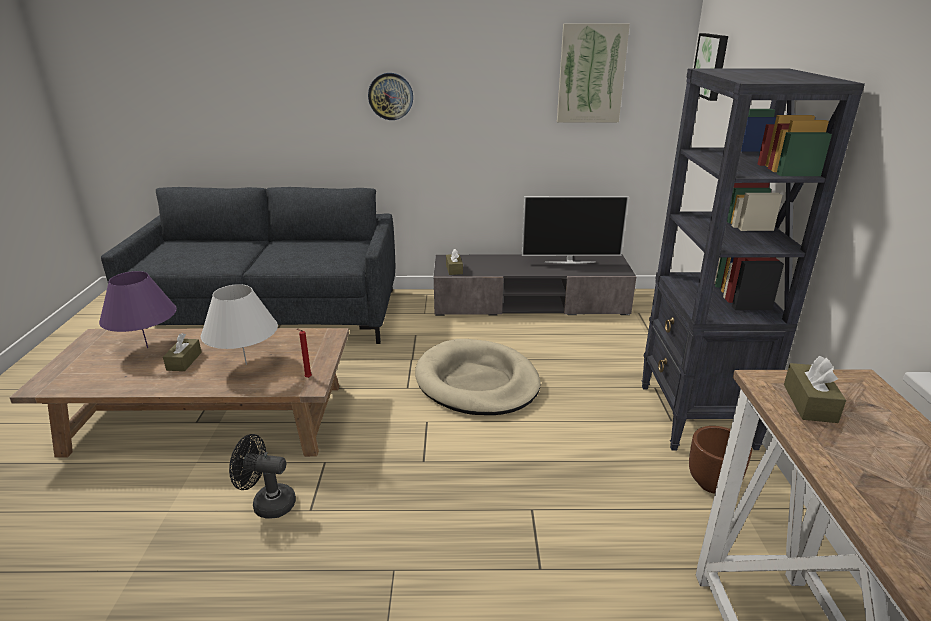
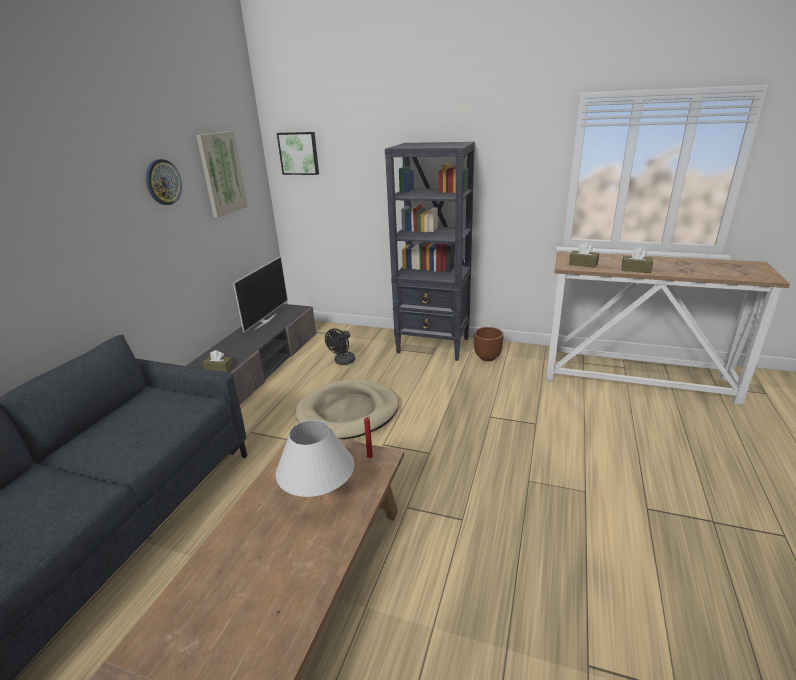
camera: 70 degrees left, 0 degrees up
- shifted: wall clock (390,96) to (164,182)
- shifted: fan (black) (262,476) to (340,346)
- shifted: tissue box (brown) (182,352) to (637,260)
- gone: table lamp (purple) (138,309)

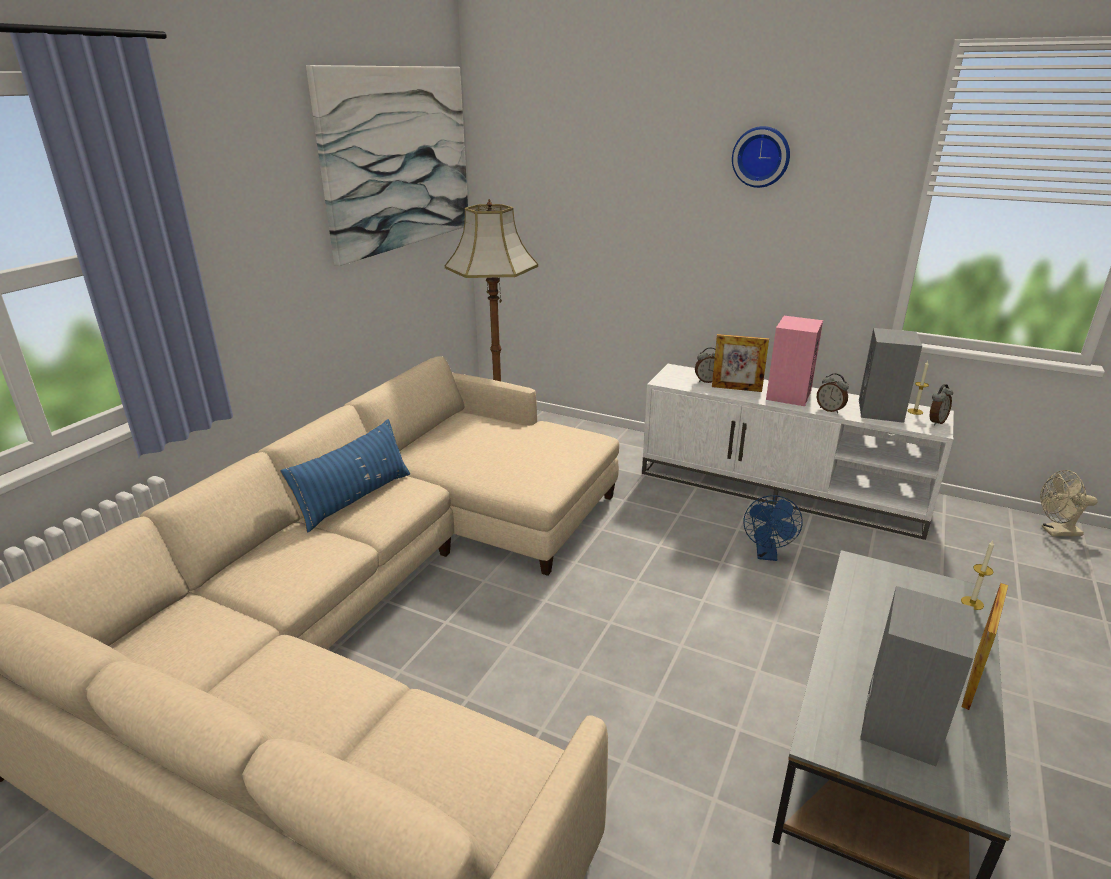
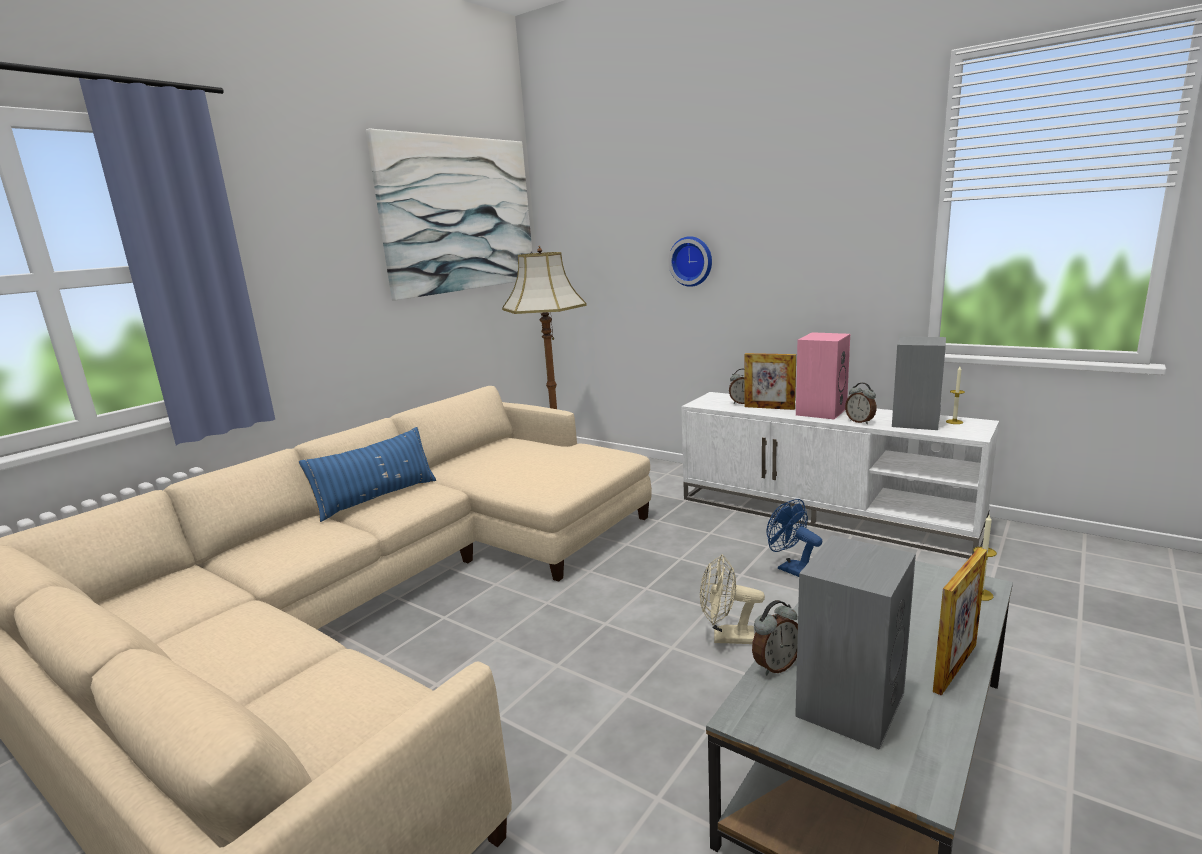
camera: 10 degrees right, 10 degrees down
- shifted: wall clock (761,157) to (690,261)
- shifted: fan (beige) (1068,503) to (732,599)
- shifted: alarm clock (941,405) to (775,637)
- rotated: fan (blue) (773,528) = (794,538) 120 degrees clockwise

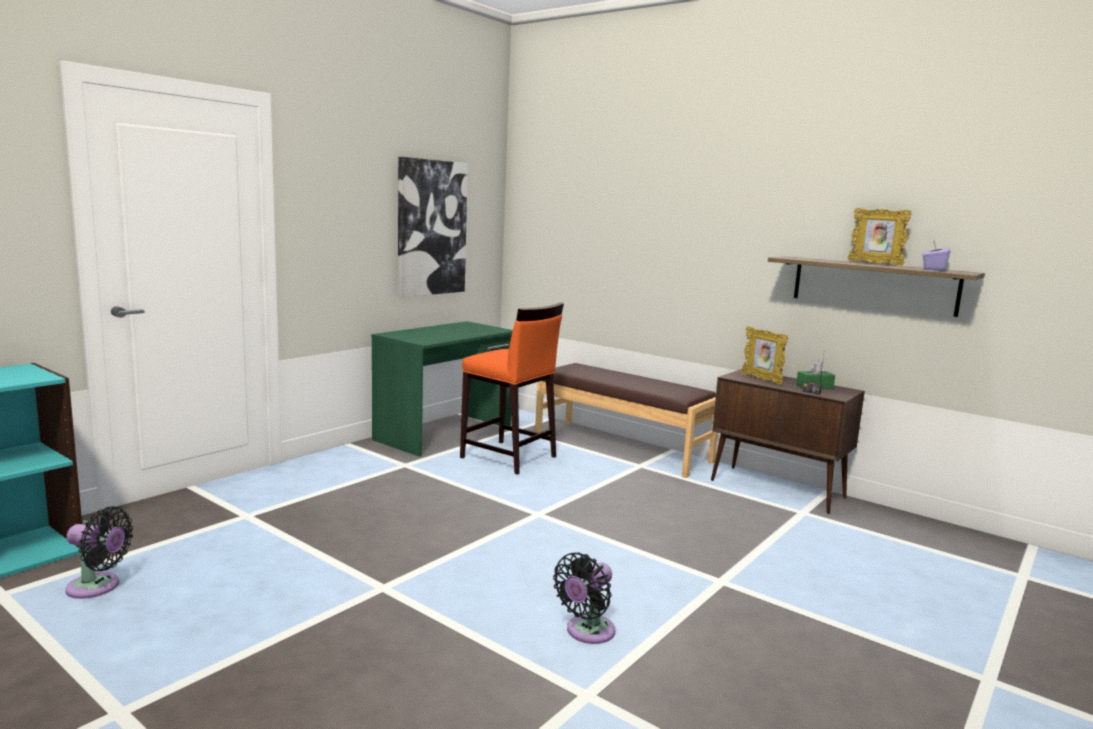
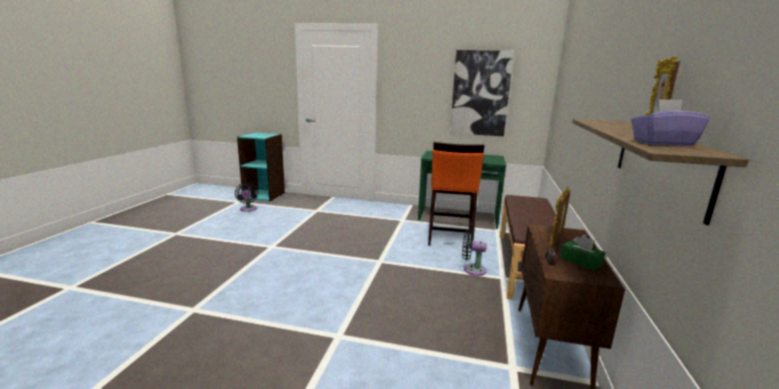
camera: 65 degrees right, 5 degrees up
- shifted: fan (black) (584,598) to (474,253)

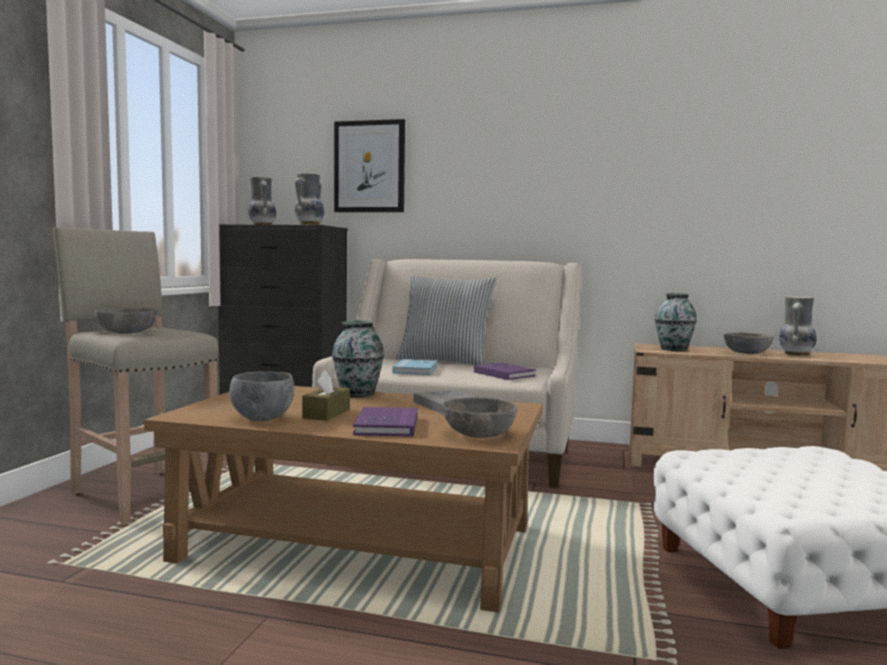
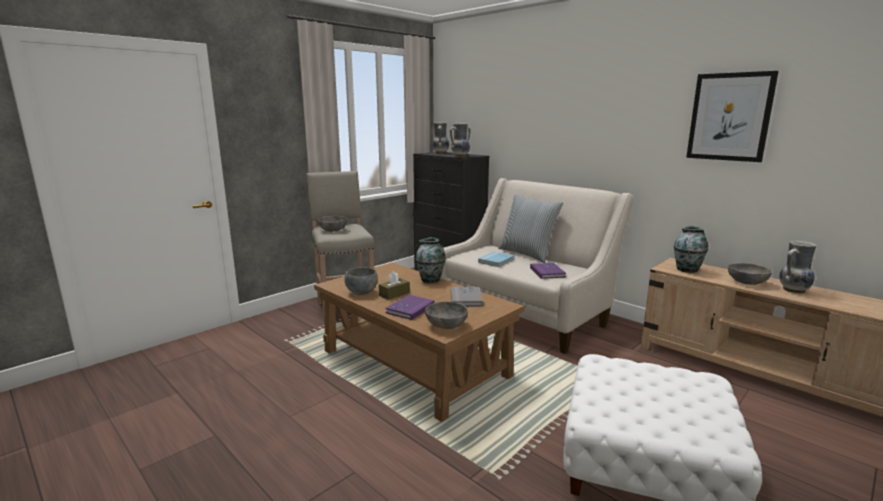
camera: 30 degrees right, 10 degrees up
- shifted: picture (369,165) to (732,116)

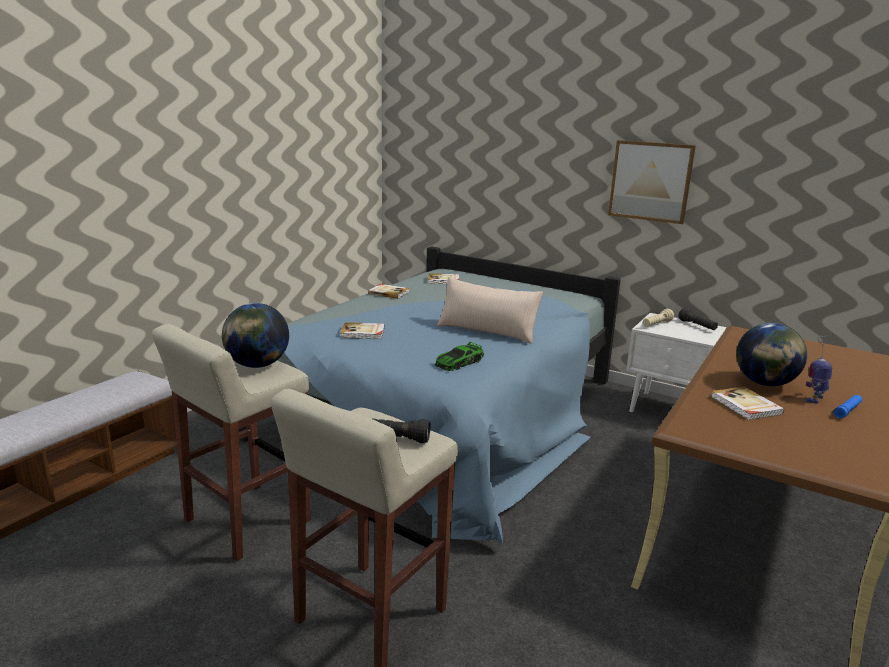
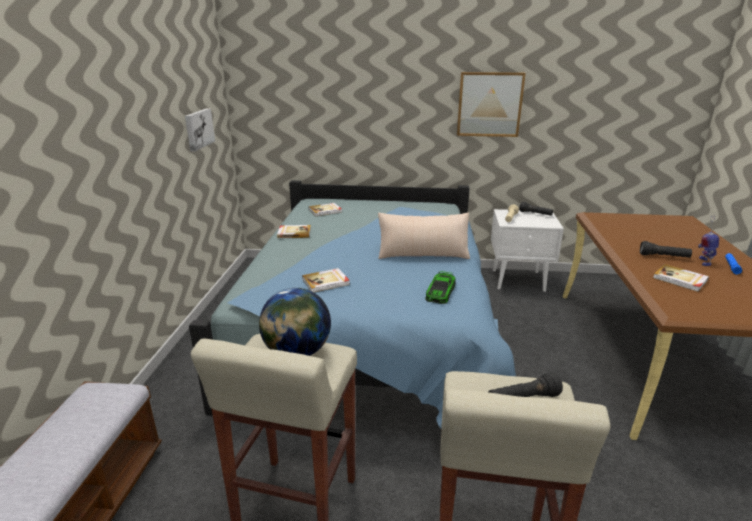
camera: 25 degrees left, 5 degrees up
- new: picture (200,130)
- swapped: globe (771,354) to flashlight (black) (666,249)

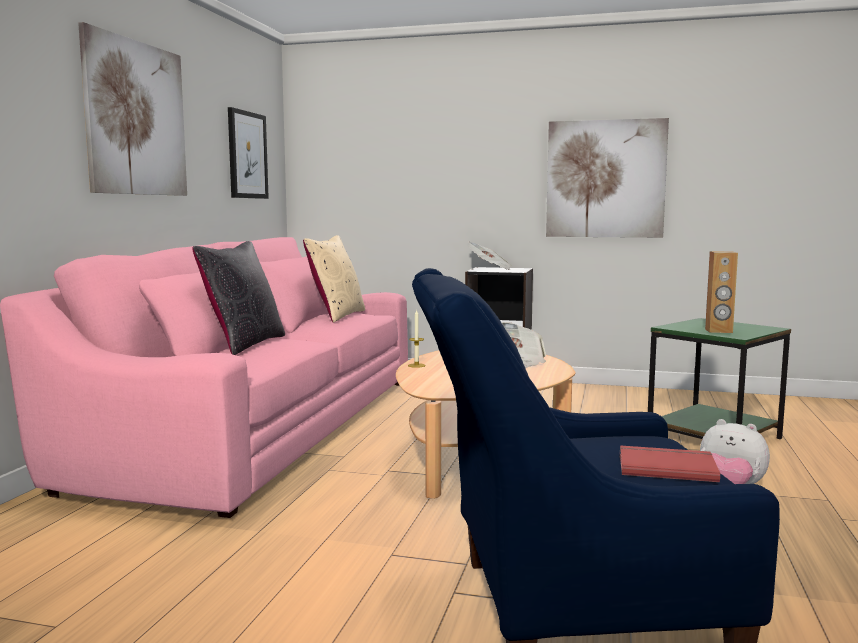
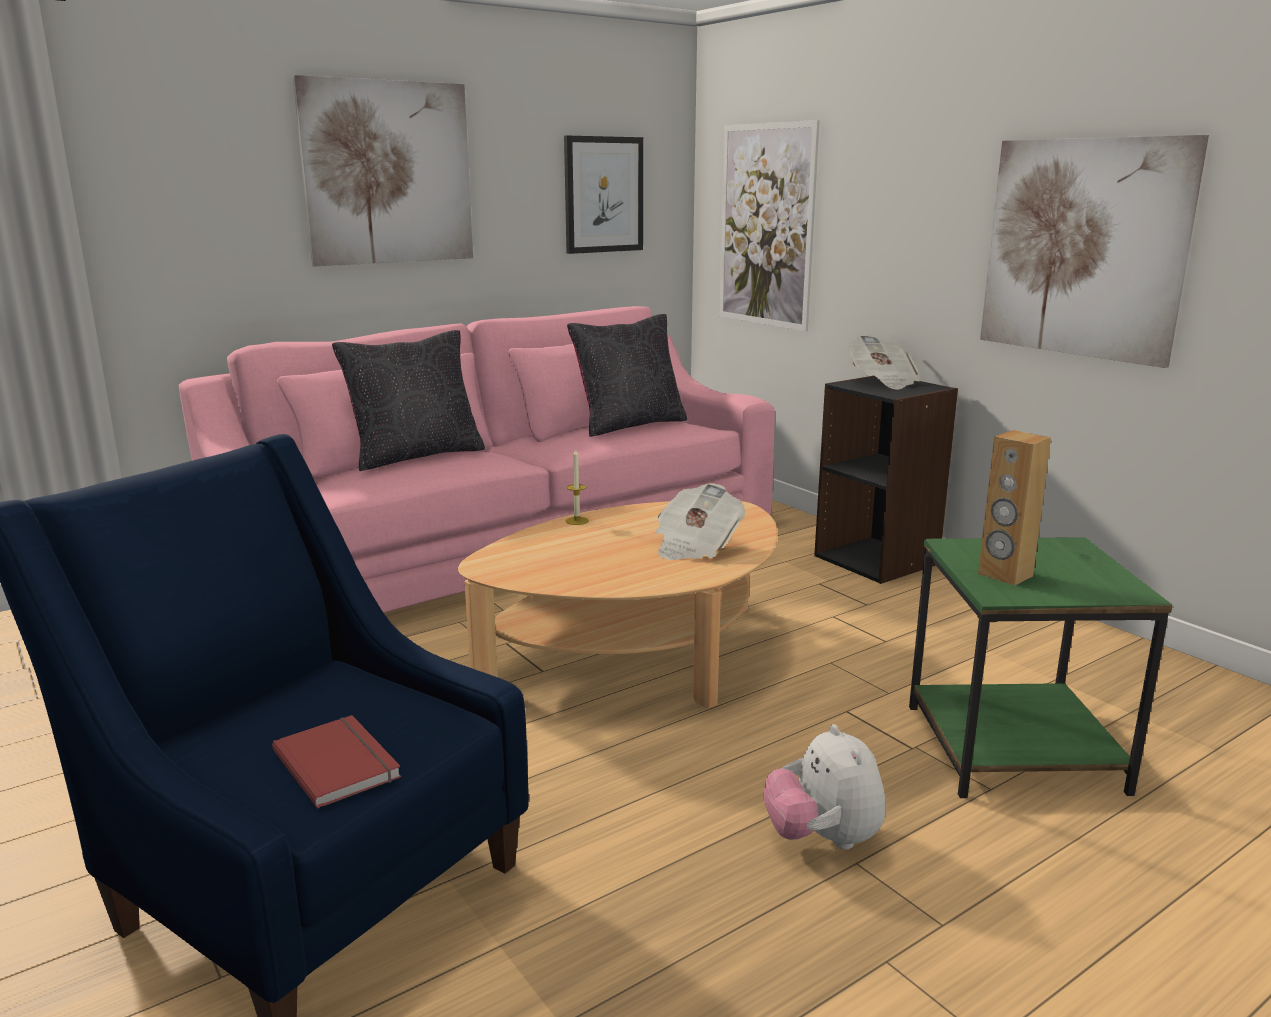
camera: 40 degrees right, 10 degrees up
- repainted: pillow (beige) (334,279) to pillow (black) (627,375)
- new: picture (769,225)

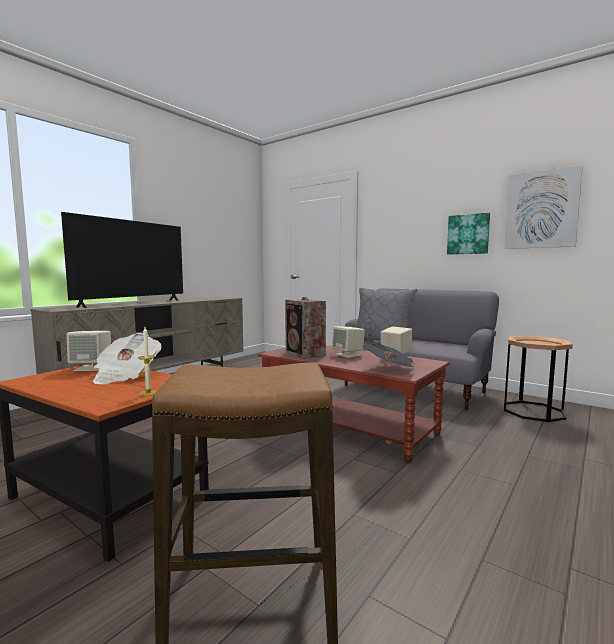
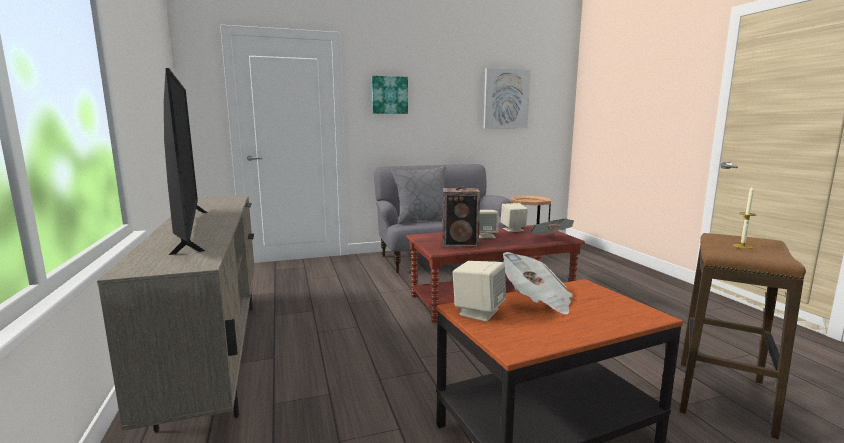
camera: 55 degrees left, 5 degrees up
- shifted: picture (468,234) to (390,95)
- shifted: candle (147,361) to (744,218)

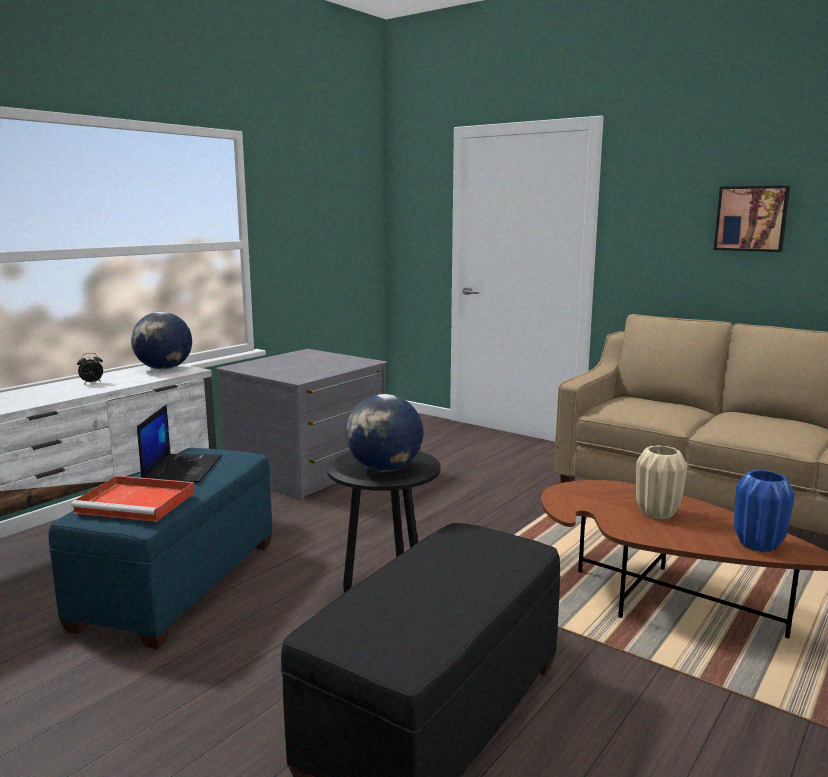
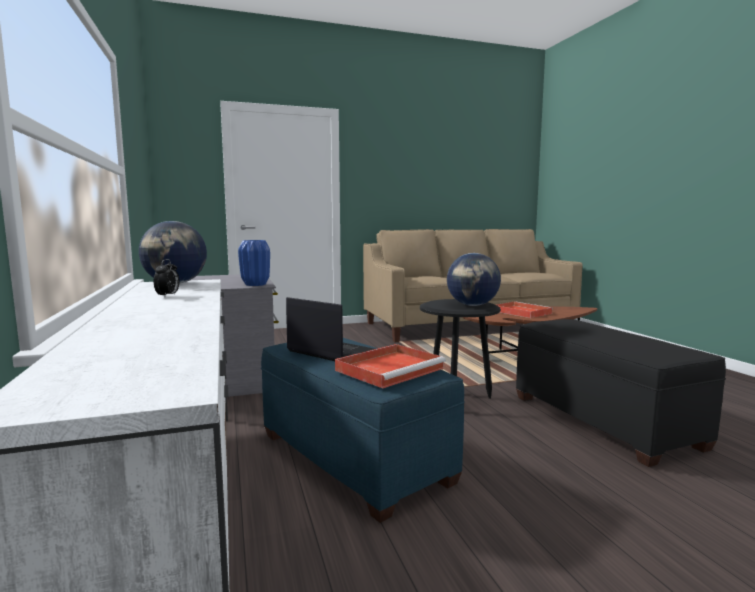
camera: 55 degrees left, 5 degrees down
- shifted: vase (blue) (764,511) to (254,263)
- swapped: vase (beige) (661,482) to tray (red) (525,309)
- gone: picture (752,219)

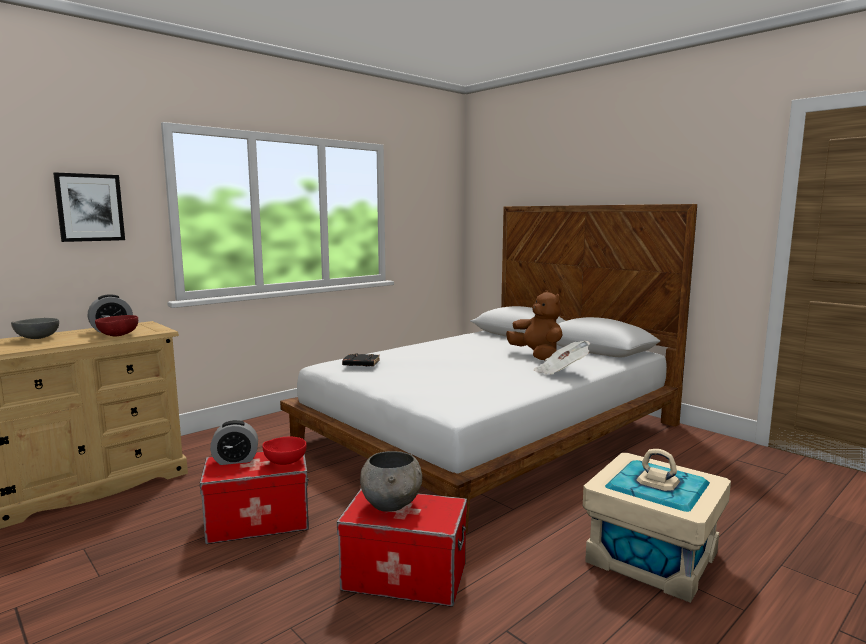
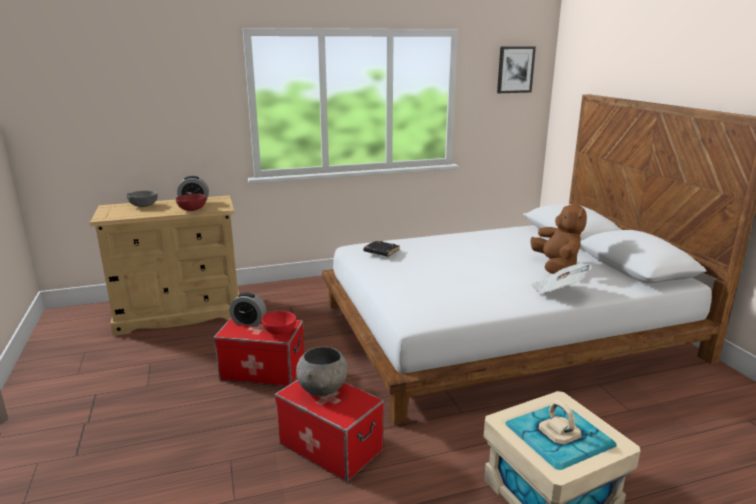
camera: 25 degrees right, 10 degrees up
- shifted: picture (89,207) to (516,69)

